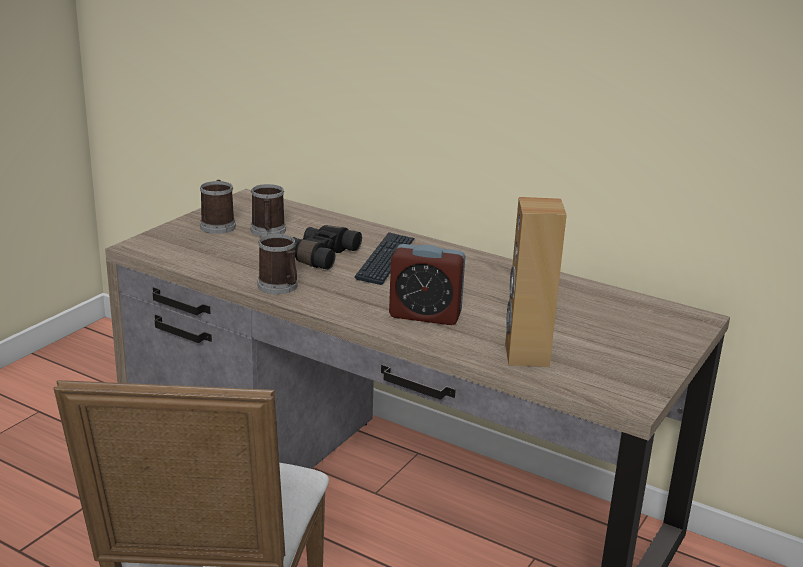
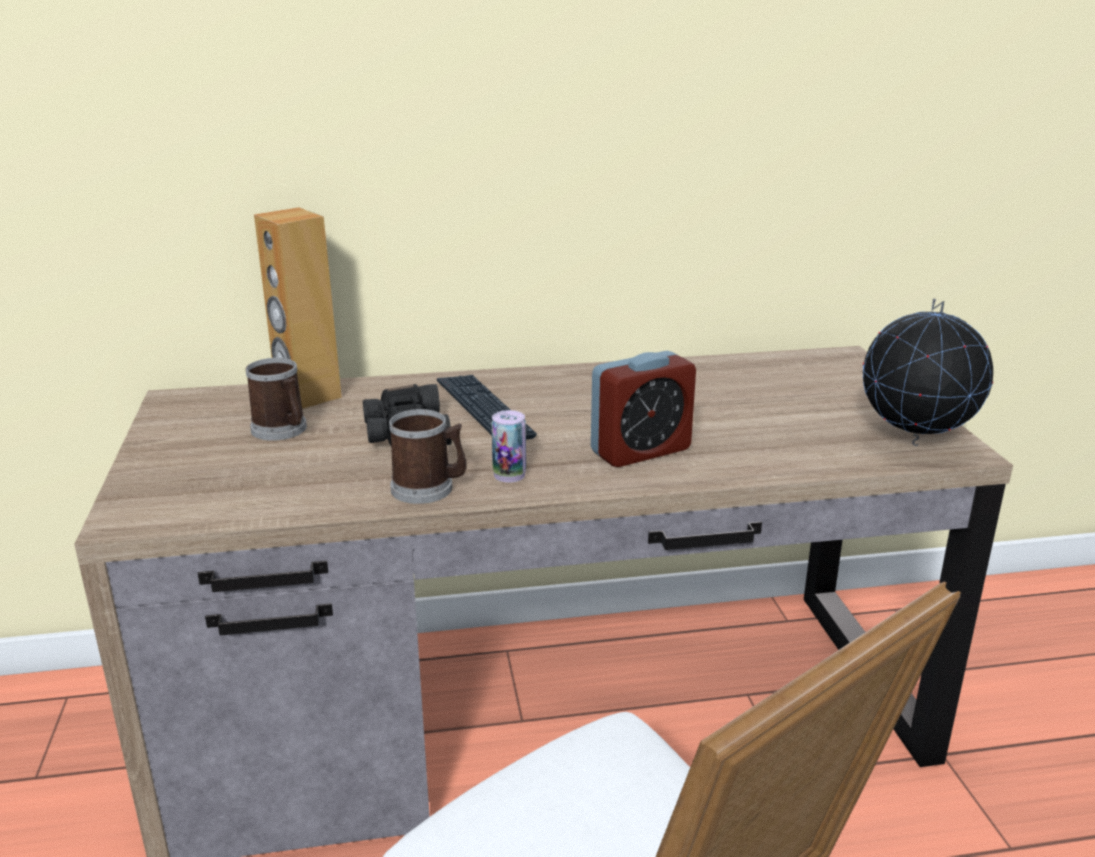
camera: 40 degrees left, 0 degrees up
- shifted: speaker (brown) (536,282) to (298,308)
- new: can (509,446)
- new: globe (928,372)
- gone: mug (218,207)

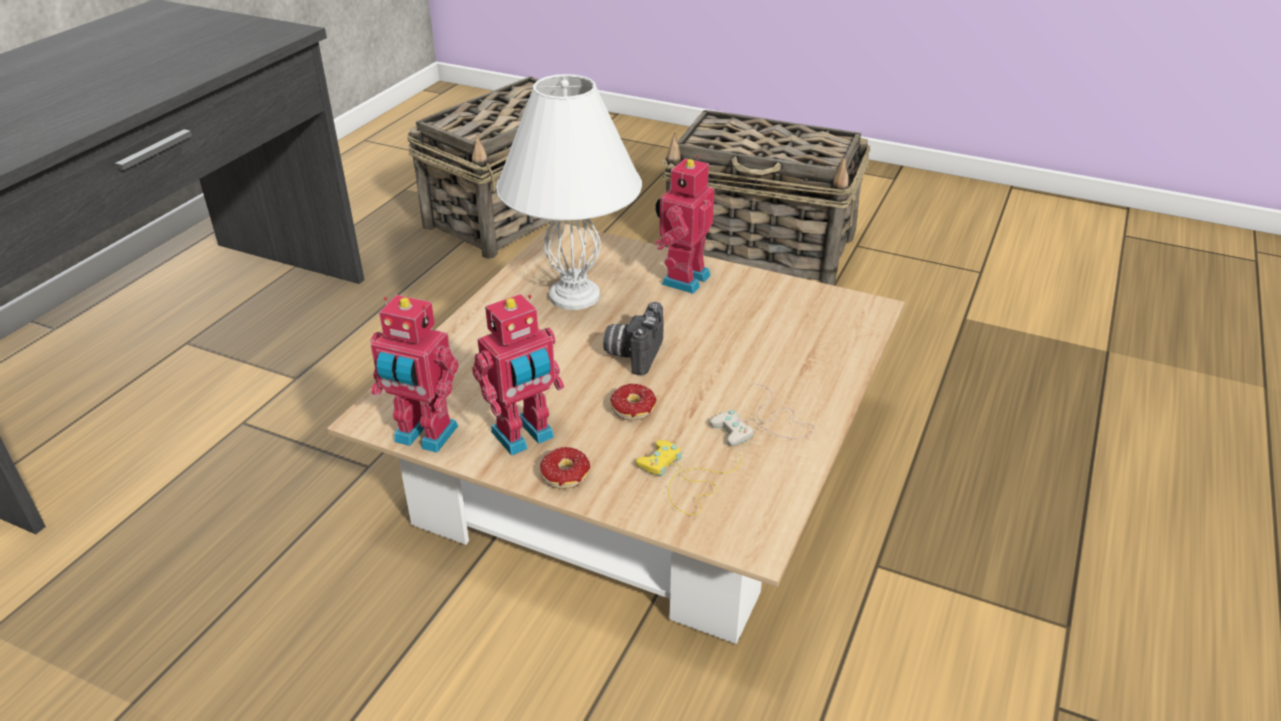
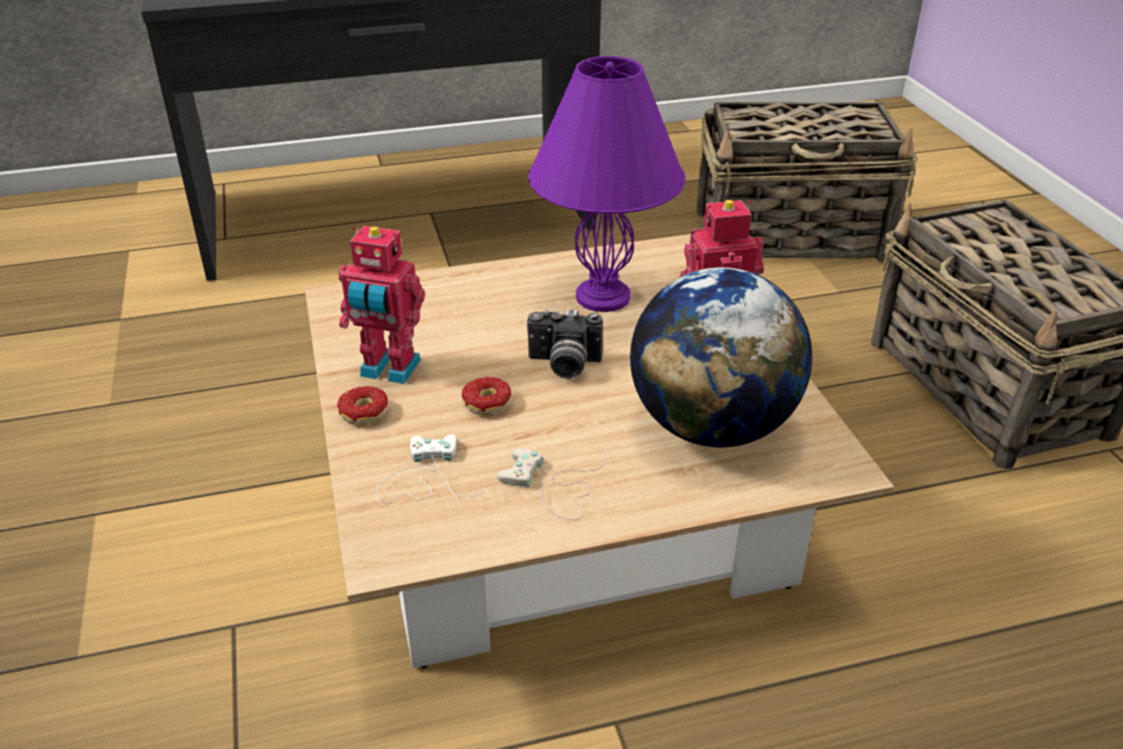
camera: 50 degrees right, 0 degrees up
- repainted: game controller (yellow) (688,477) to game controller (white) (432,469)
- rotated: photo camera (633,338) = (565,344) 150 degrees counterclockwise
- repainted: table lamp (white) (569,192) to table lamp (purple) (606,184)
- new: globe (721,357)
- gone: toy robot (414,374)

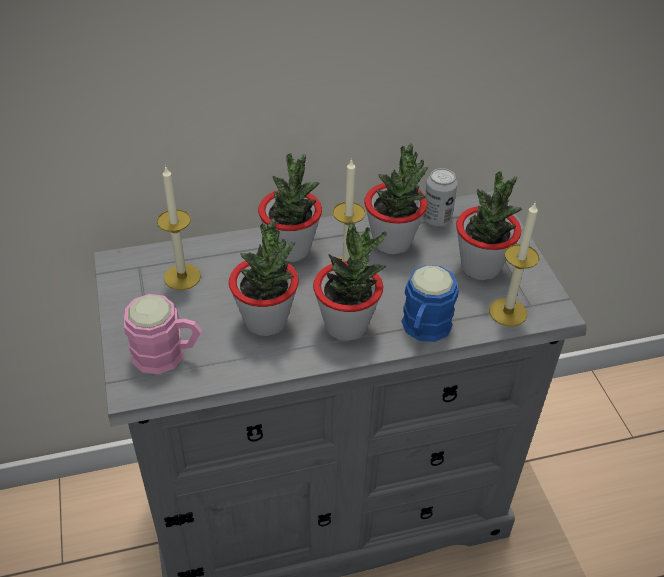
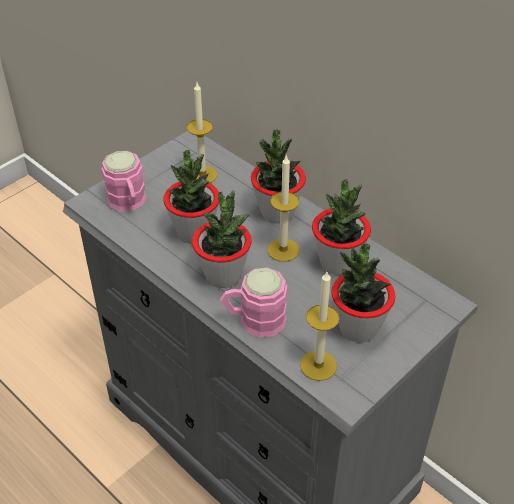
camera: 60 degrees right, 0 degrees up
- repainted: mug (blue) (430,303) to mug (pink) (254,302)
- gone: can (440,197)

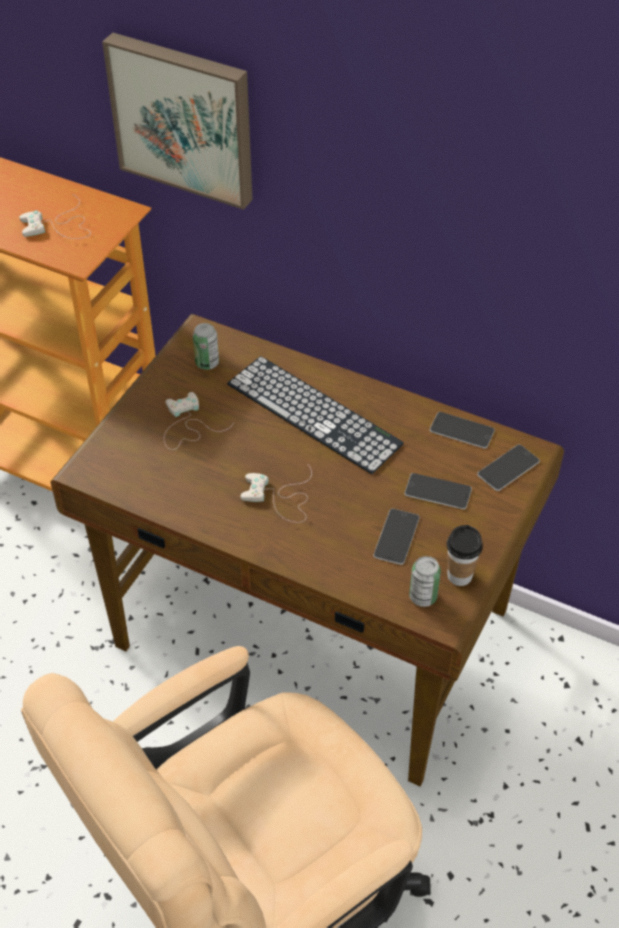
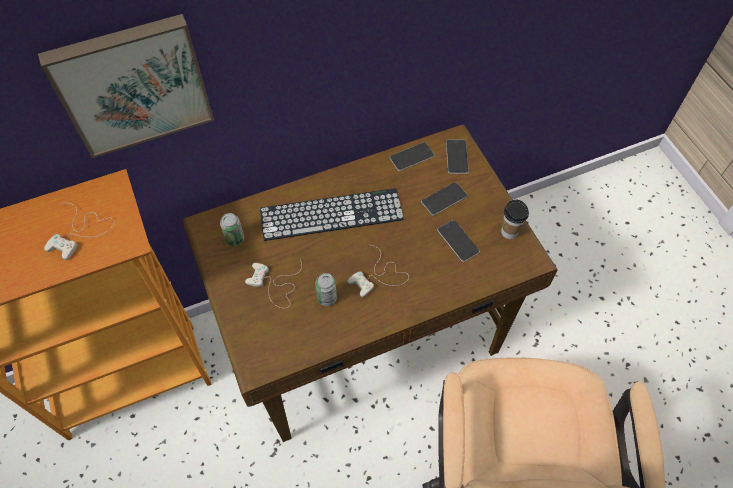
camera: 50 degrees left, 10 degrees up
- shifted: can (425,581) to (326,289)

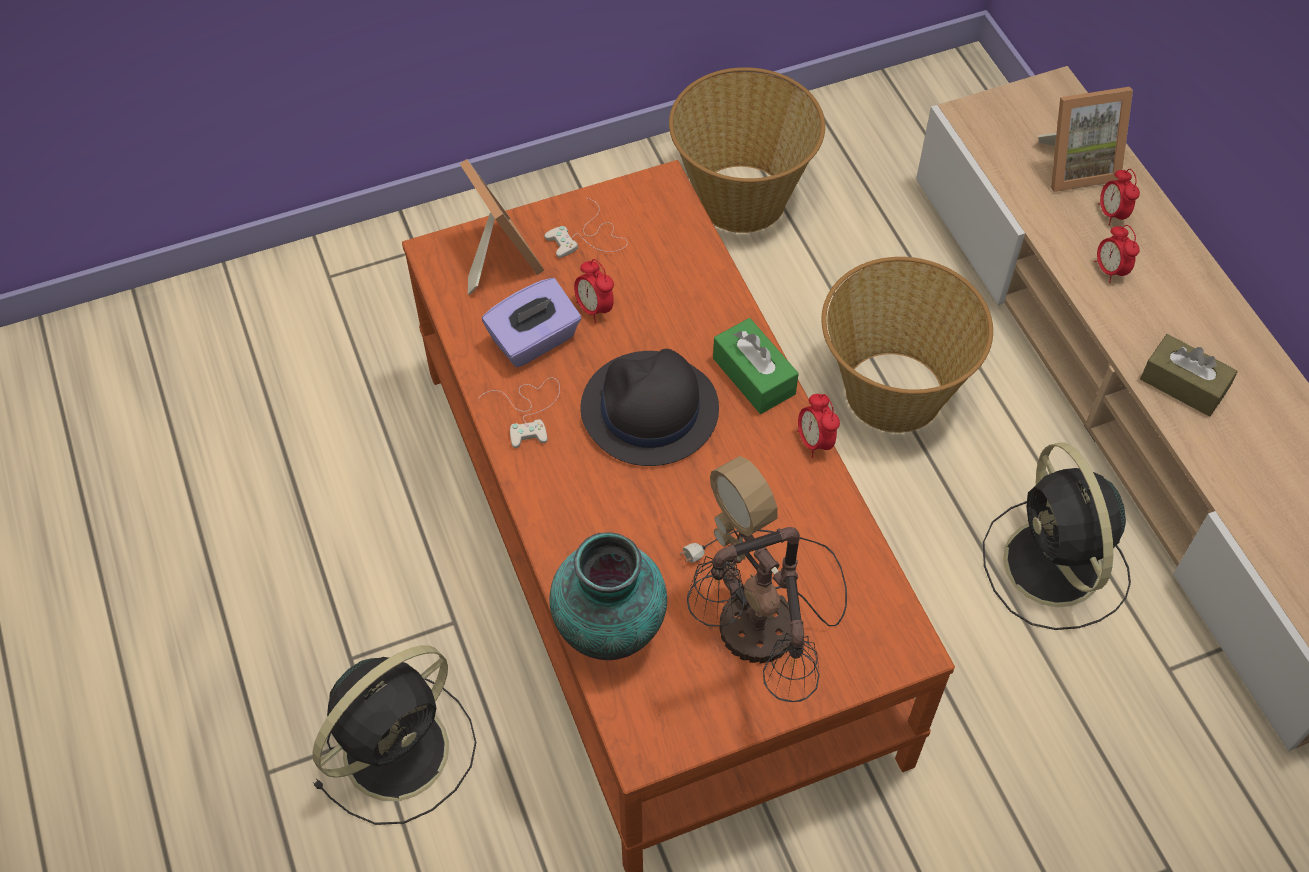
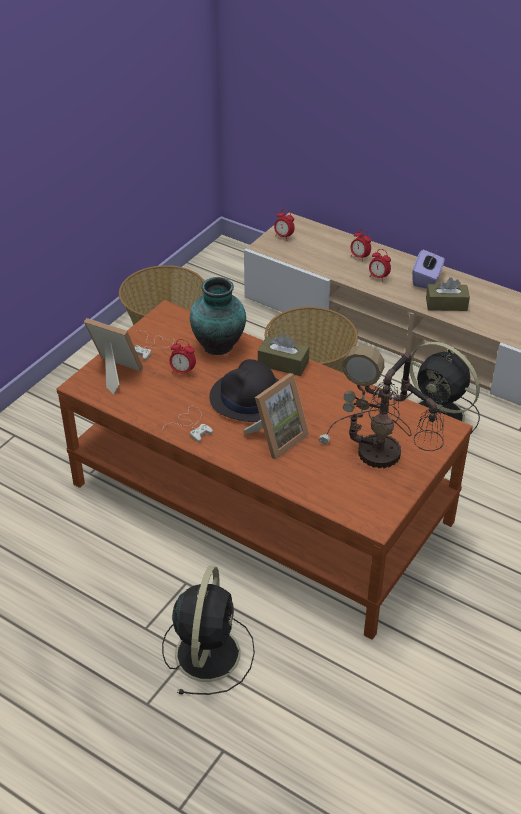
camera: 35 degrees left, 15 degrees down
- shifted: vase (608,596) to (218,316)
- shifted: picture frame (1085,139) to (276,416)
- repainted: tissue box (green) (756,366) to tissue box (brown) (283,355)
- shifted: alarm clock (819,426) to (284,225)
- shifted: tissue box (purple) (531,322) to (428,269)

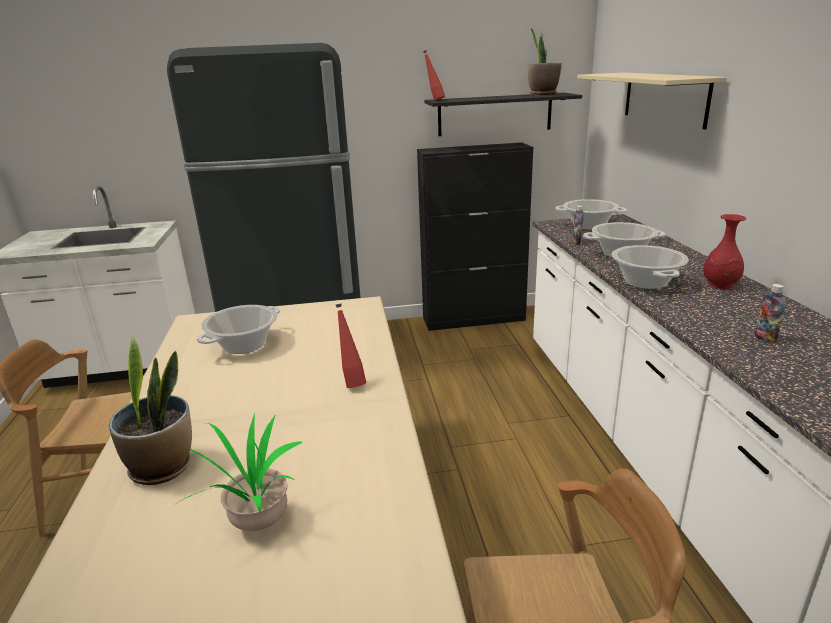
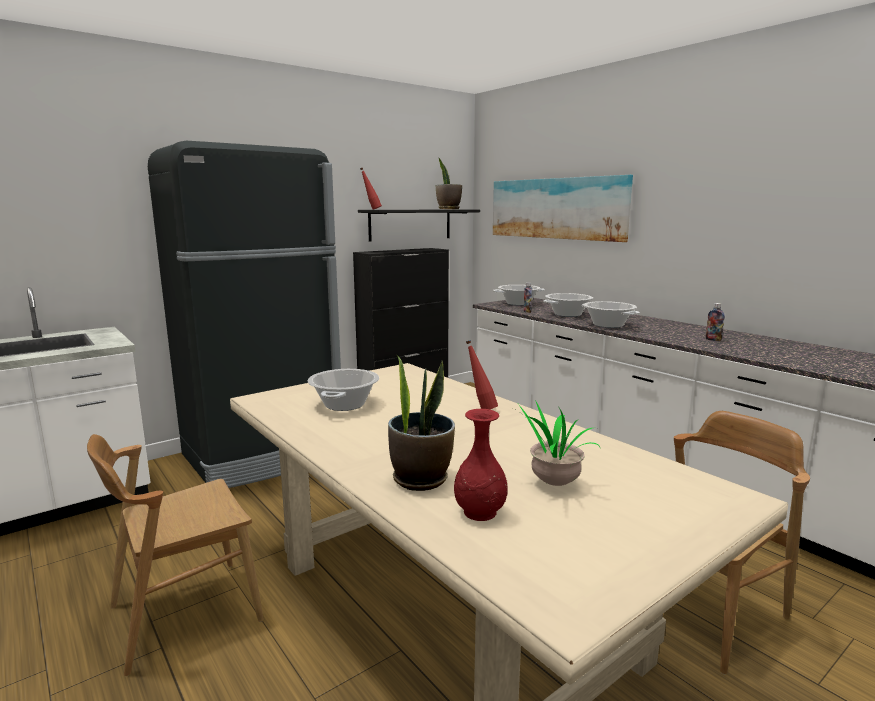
camera: 30 degrees left, 10 degrees down
- shifted: vase (red) (724,251) to (481,465)
- swapped: shelf (beige) (652,101) to picture (563,208)

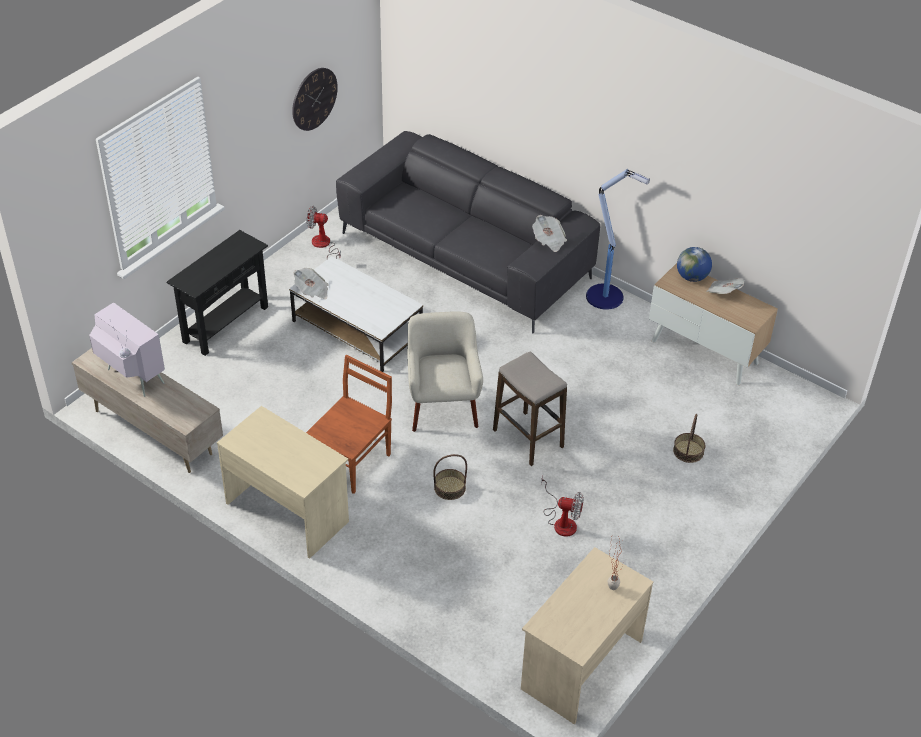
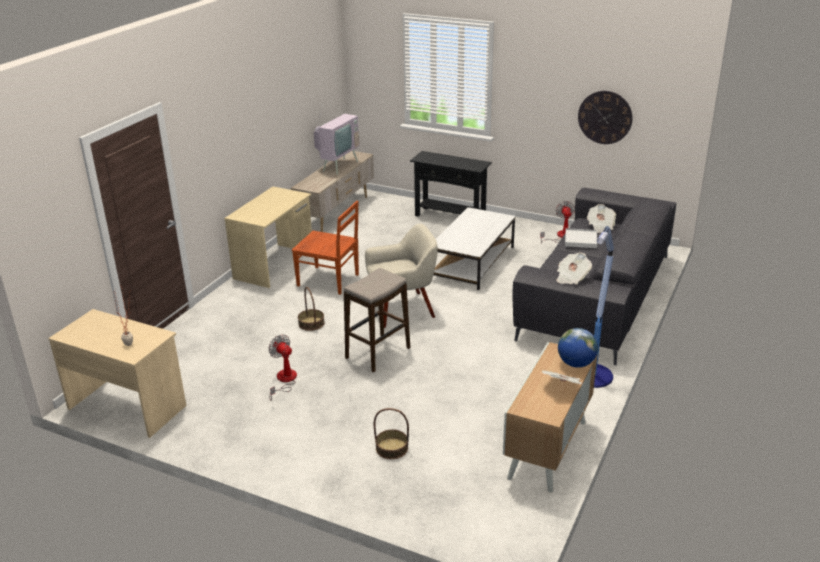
camera: 80 degrees right, 15 degrees down
- rotated: fan (562,506) = (282,367) 135 degrees clockwise
- new: tray (white) (581,238)
- shifted: newspaper (311,283) to (601,218)

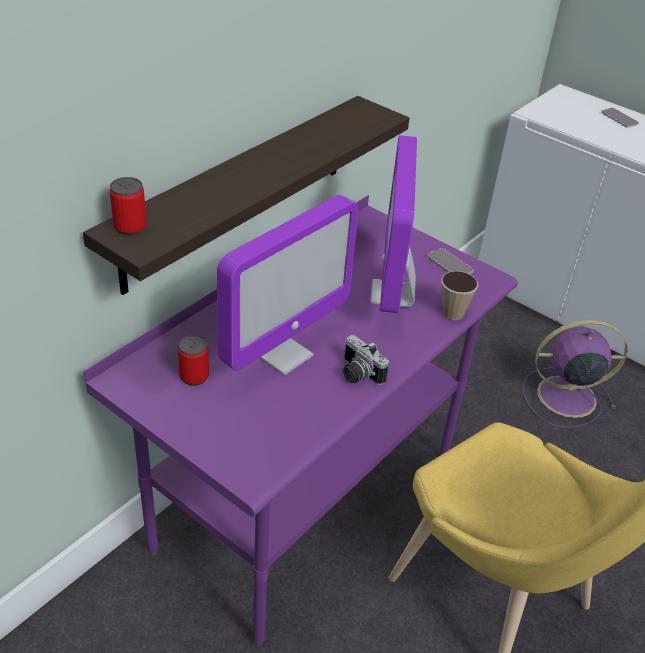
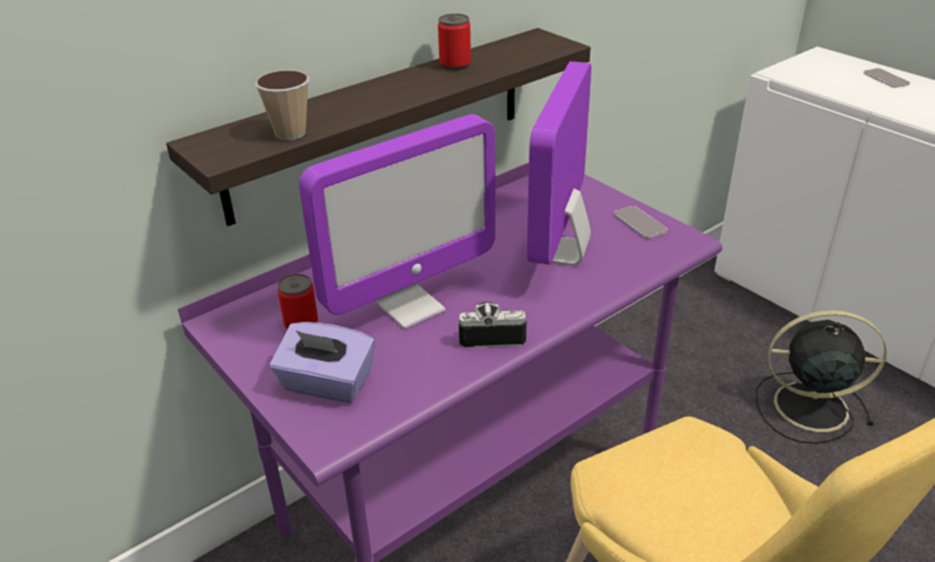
camera: 15 degrees right, 5 degrees down
- shifted: cup (459,295) to (282,105)
- new: tissue box (purple) (322,362)
- shifted: can (128,206) to (454,42)
- rotated: photo camera (365,360) = (493,325) 120 degrees clockwise
- repainted: fan (purple) (575,374) to fan (black) (821,377)

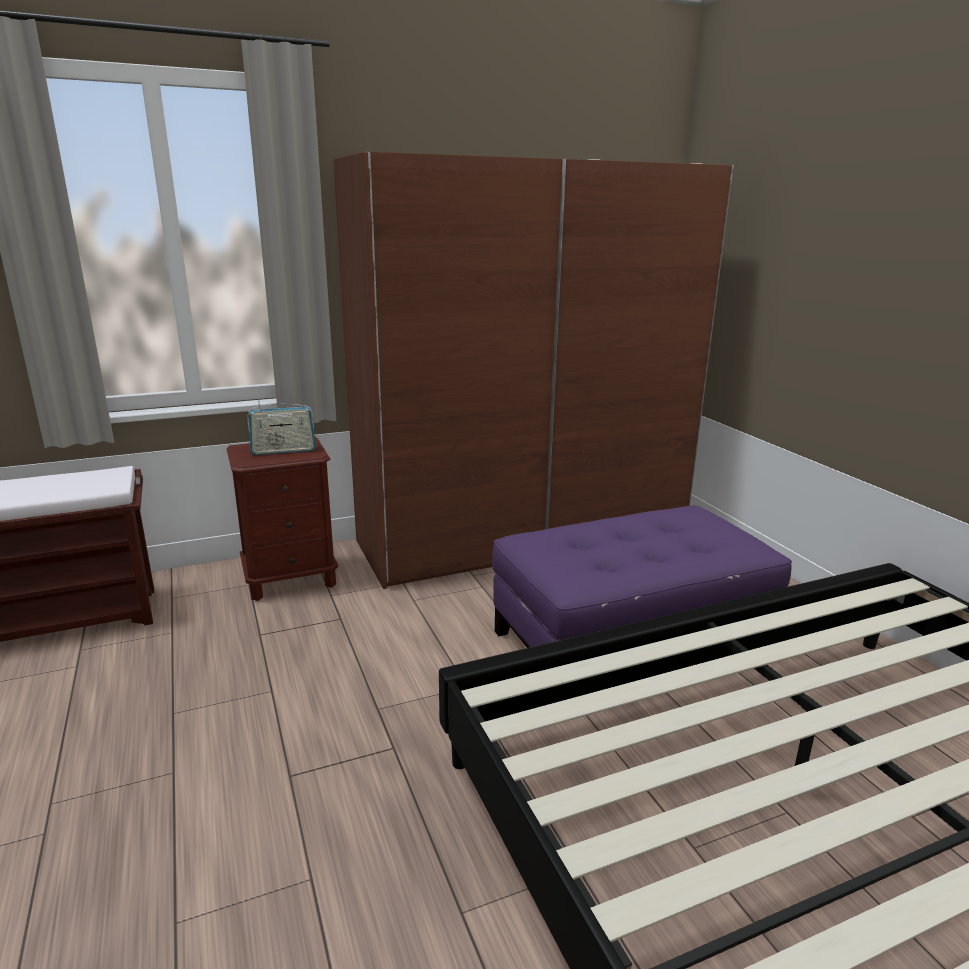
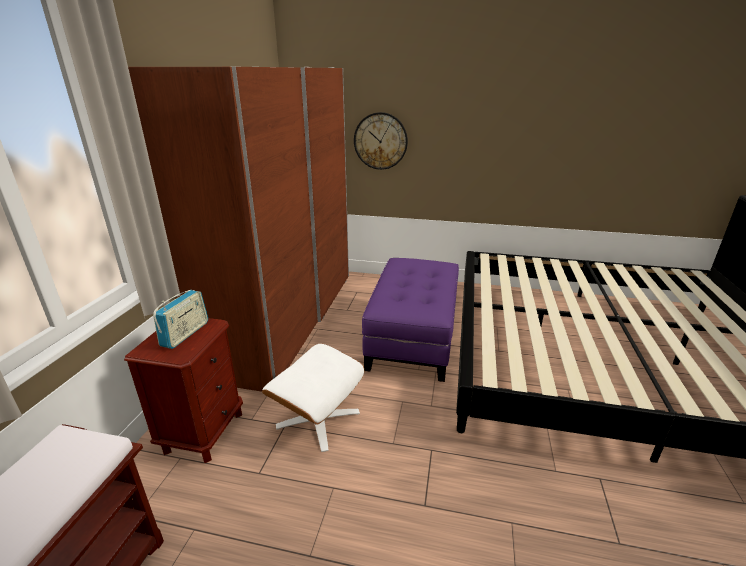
camera: 55 degrees left, 5 degrees up
- new: ottoman (white) (313,398)
- new: wall clock (381,141)

